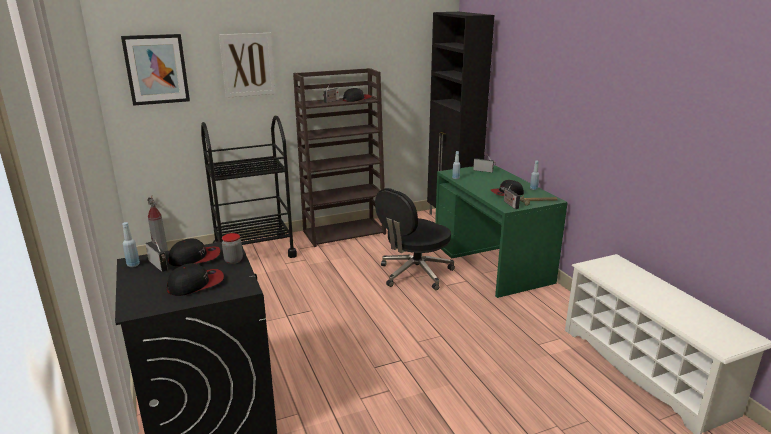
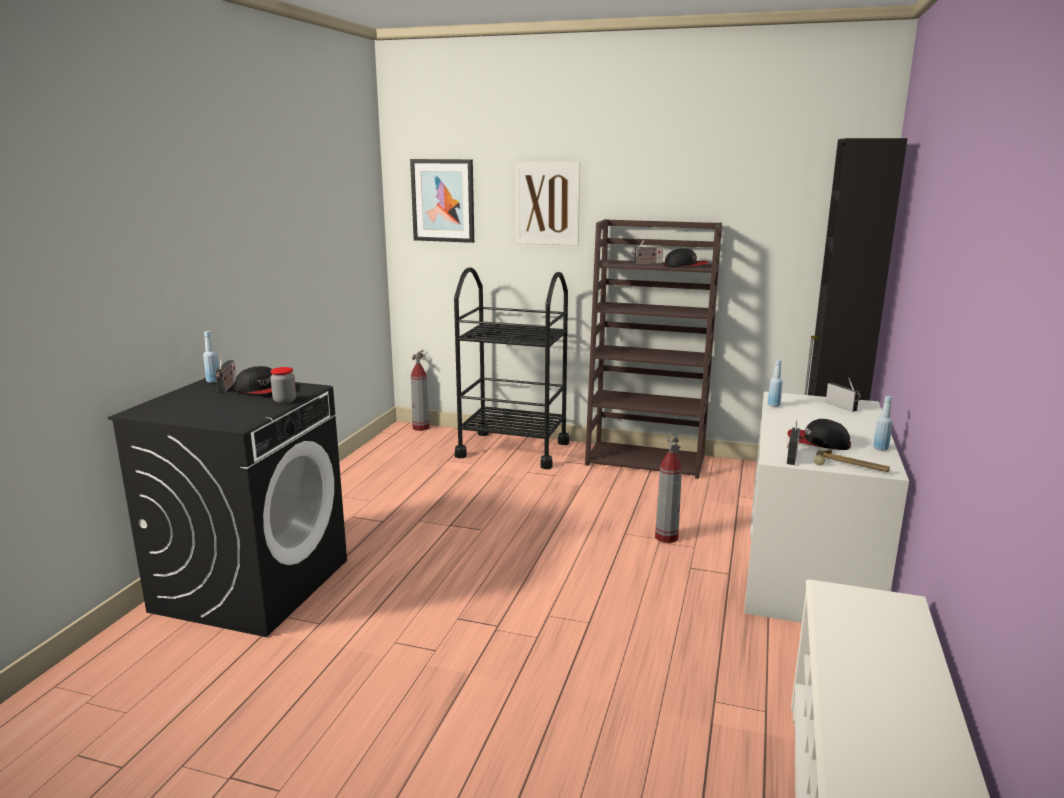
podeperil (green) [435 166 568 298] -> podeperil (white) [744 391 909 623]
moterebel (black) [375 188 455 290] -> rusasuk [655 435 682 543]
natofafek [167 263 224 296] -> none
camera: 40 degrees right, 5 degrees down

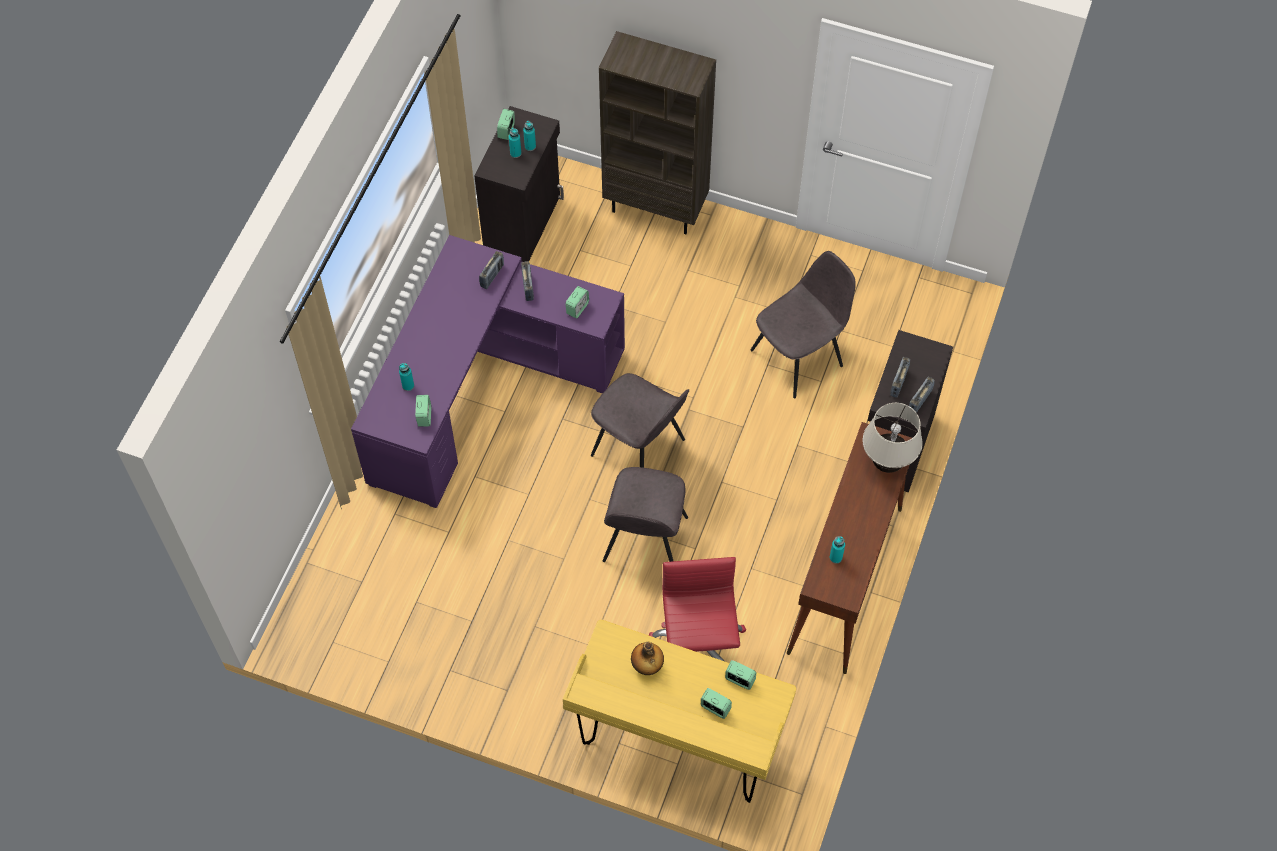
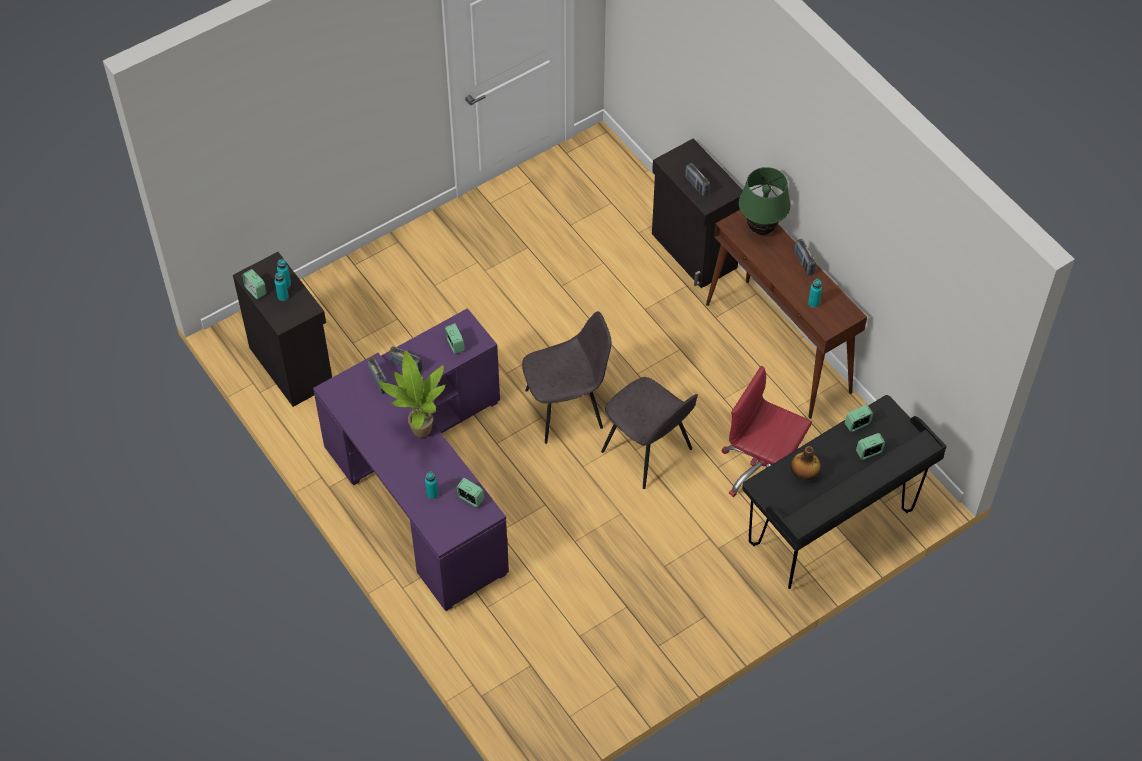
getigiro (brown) [599 31 716 234] -> none
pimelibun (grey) [751 251 856 398] -> none
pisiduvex [909 376 935 413] -> pisiduvex [794 239 816 276], shifted
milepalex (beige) [863 403 923 473] -> milepalex (green) [739 167 791 235]
podeperil (yellow) [563 620 796 803] -> podeperil (black) [742 395 946 589]
none -> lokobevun [379 351 445 438]
camera: 55 degrees left, 5 degrees down

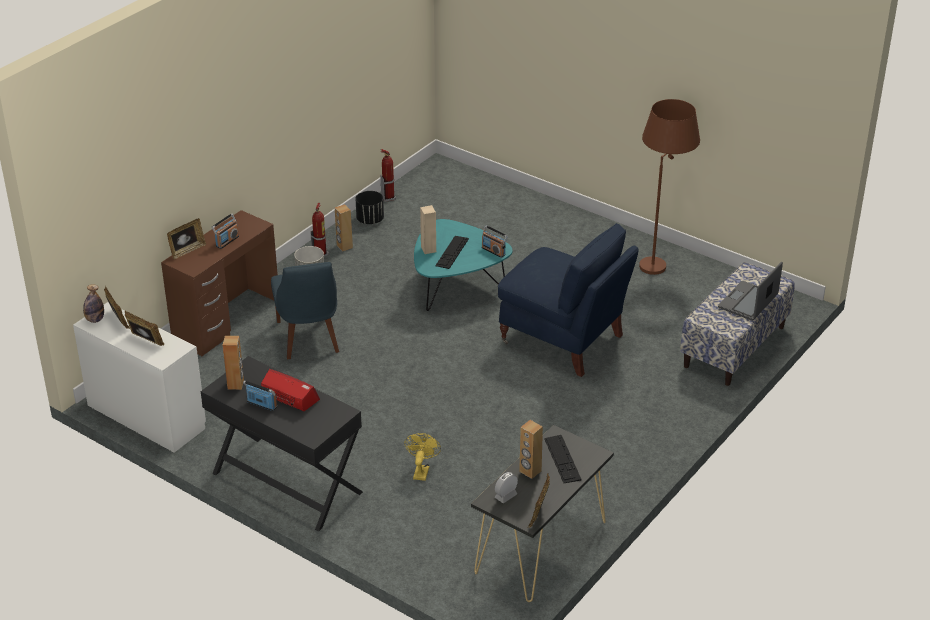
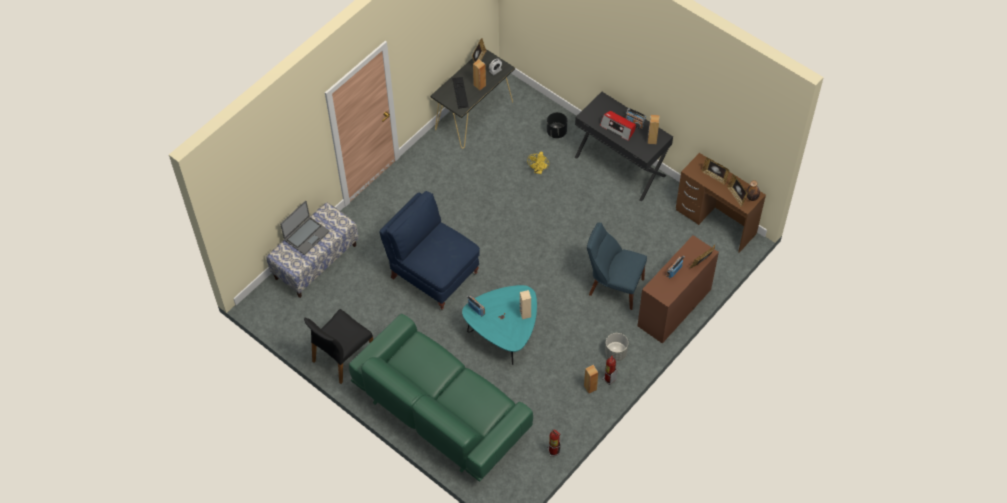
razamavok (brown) [639 99 700 275] -> pimelibun (black) [304 309 373 384]
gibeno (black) [356 191 384 224] -> gibeno (black) [547 112 567 138], shifted
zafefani [435 236 469 269] -> none
pimelibun (blue) [271 262 339 359] -> pimelibun (blue) [587 223 647 310], 60 degrees counterclockwise
podeperil (white) [73 302 206 453] -> podeperil (brown) [676 153 766 253]
none -> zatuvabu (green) [349 314 533 482]
camera: 175 degrees left, 20 degrees up

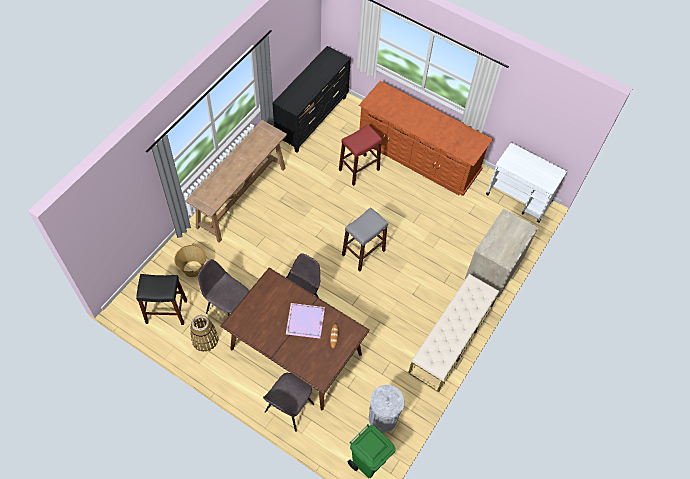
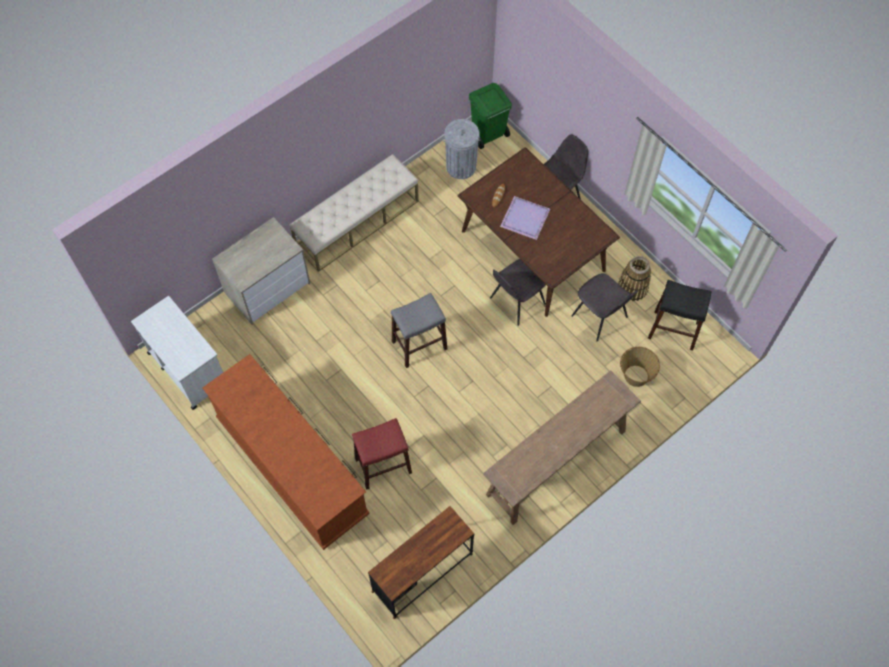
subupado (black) [272 46 351 153] -> podeperil (brown) [368 506 474 619]
camera: 160 degrees left, 5 degrees up

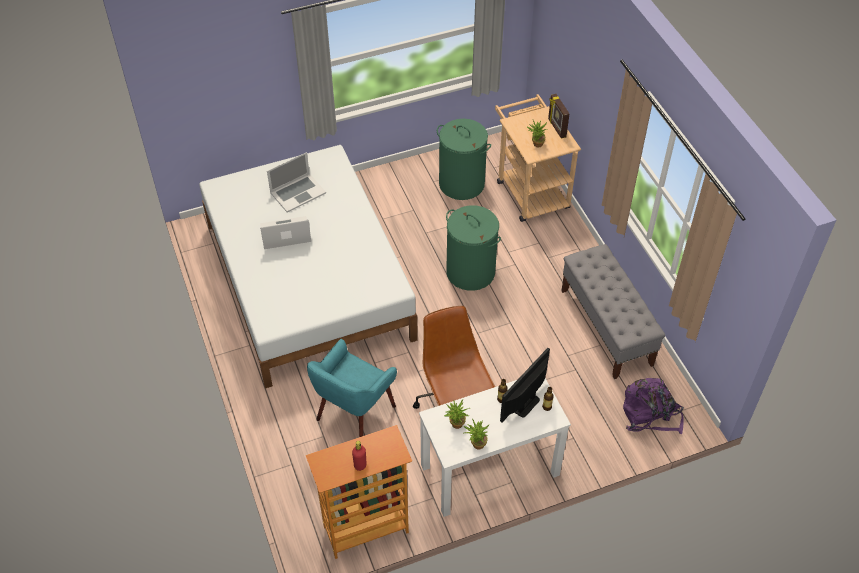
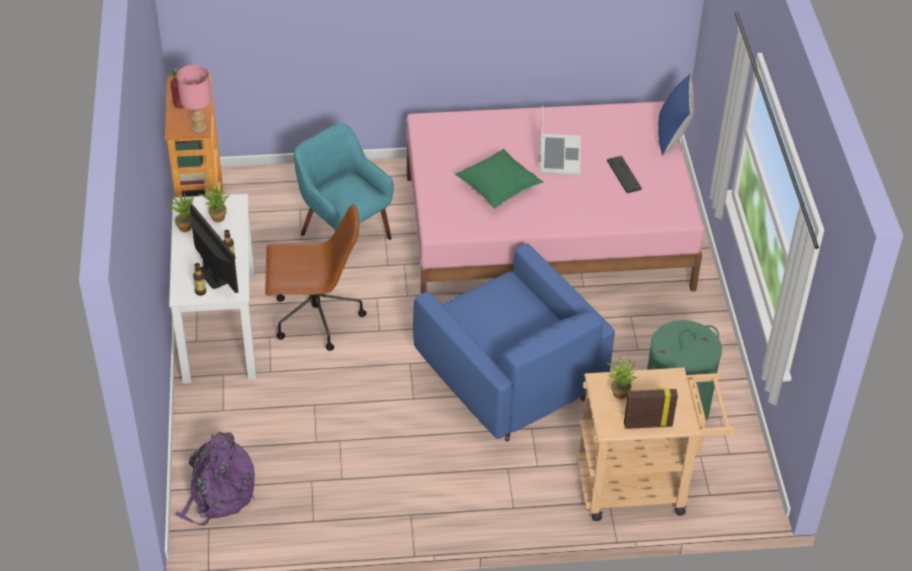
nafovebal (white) [199 145 418 389] -> nafovebal (pink) [407 101 704 294]
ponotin [267 152 326 212] -> zafefani [607 156 642 193]
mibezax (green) [446 205 501 291] -> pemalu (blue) [413 244 615 441]
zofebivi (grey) [561 244 665 379] -> none
none -> milepalex (pink) [176 65 212 133]
none -> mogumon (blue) [658 74 694 156]
none -> mogumon (green) [455 149 543 209]
camera: 105 degrees right, 5 degrees down

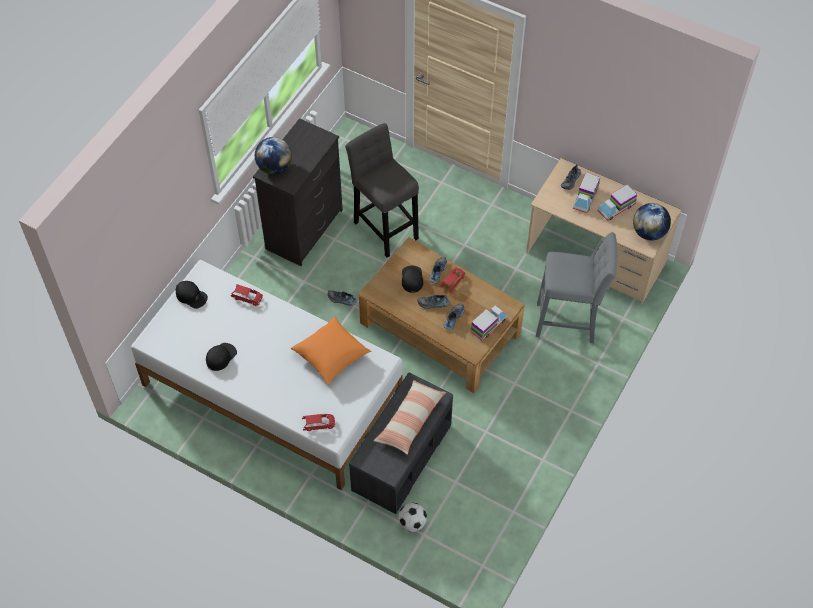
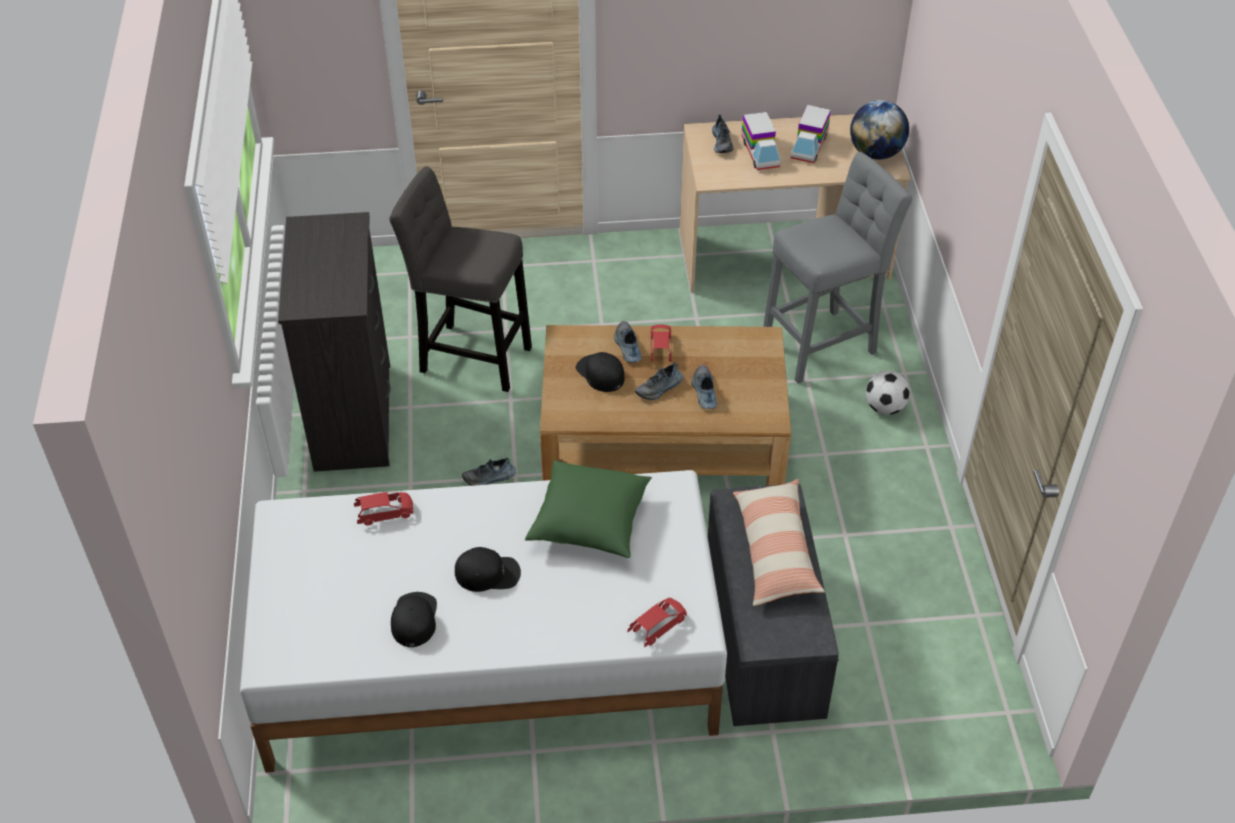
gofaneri [255 137 292 175] -> none
natofafek (black) [176 281 208 309] -> natofafek (black) [455 547 521 592], shifted
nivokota [470 306 507 341] -> none
mogumon (orange) [290 317 371 385] -> mogumon (green) [525 460 652 558]
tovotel [398 503 427 532] -> tovotel [866 371 910 415], shifted
camera: 35 degrees left, 10 degrees down

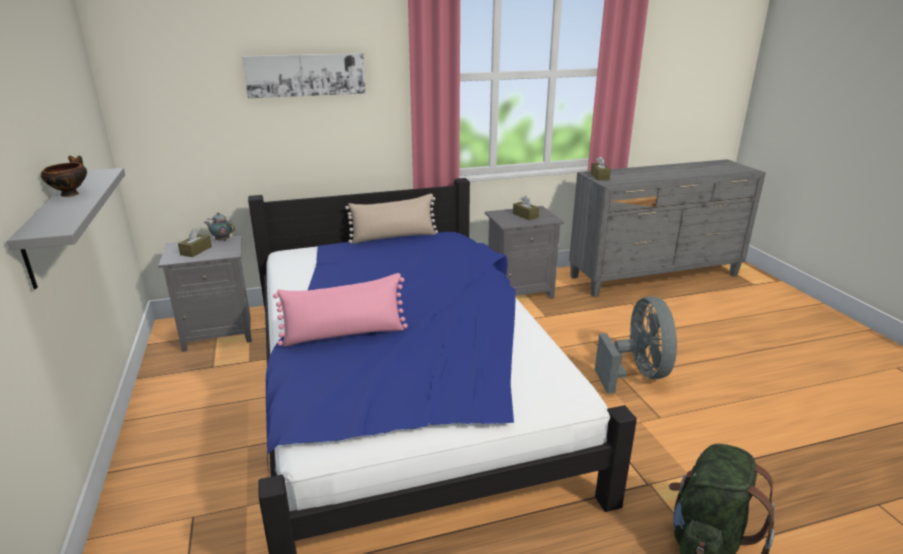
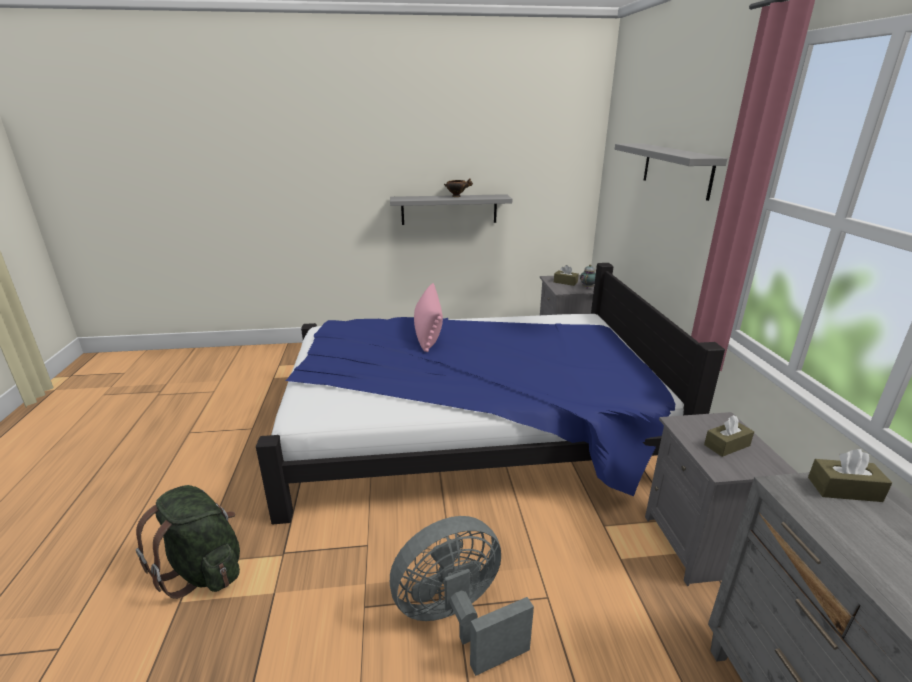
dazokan [242 53 366 98] -> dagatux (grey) [615 144 728 201]
mogumon (beige) [345 194 438 244] -> none
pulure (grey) [595 296 677 394] -> pulure (grey) [390 516 534 676], 150 degrees clockwise
camera: 100 degrees right, 0 degrees up

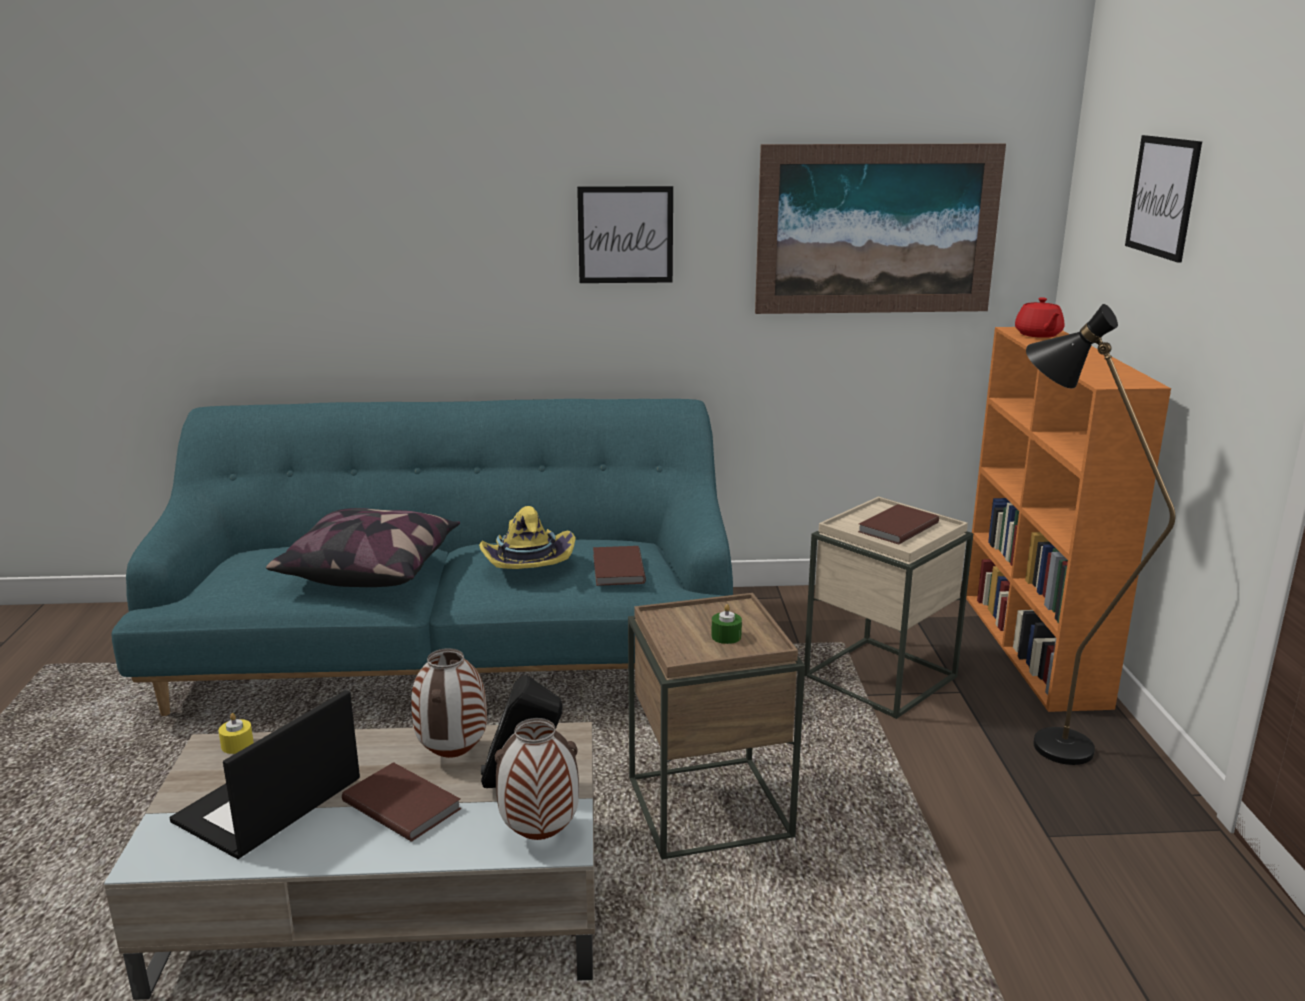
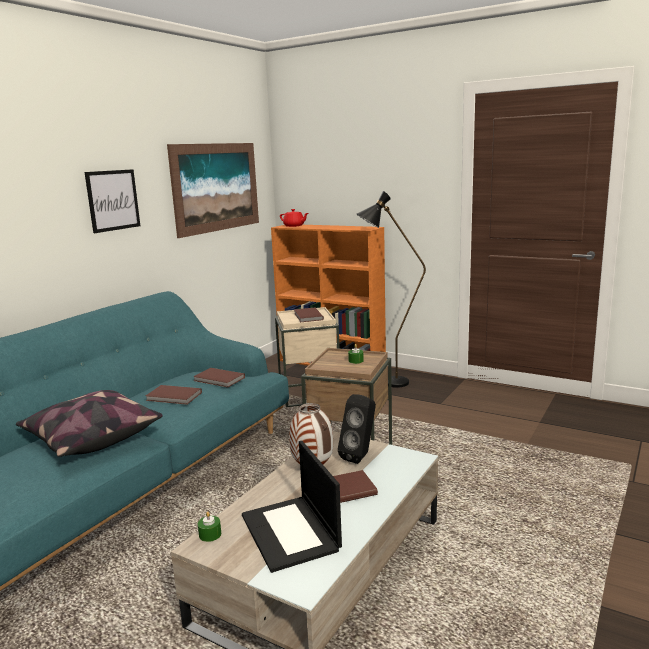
dazokan [1125 135 1202 263] -> none
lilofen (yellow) [479 506 576 569] -> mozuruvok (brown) [146 385 202 405]
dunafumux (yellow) [218 713 254 754] -> dunafumux (green) [198 512 221 542]
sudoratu [495 718 579 840] -> none
camera: 55 degrees left, 5 degrees down

